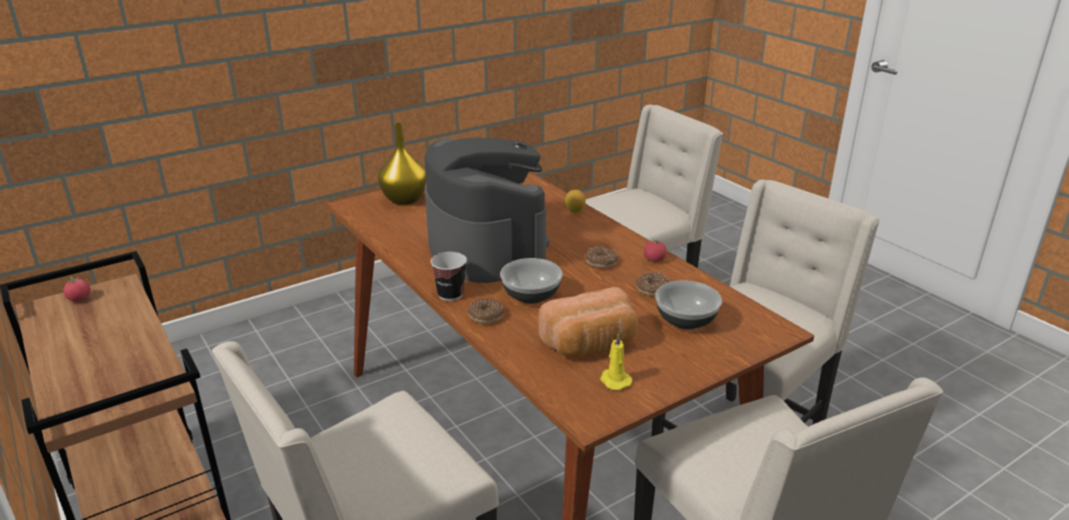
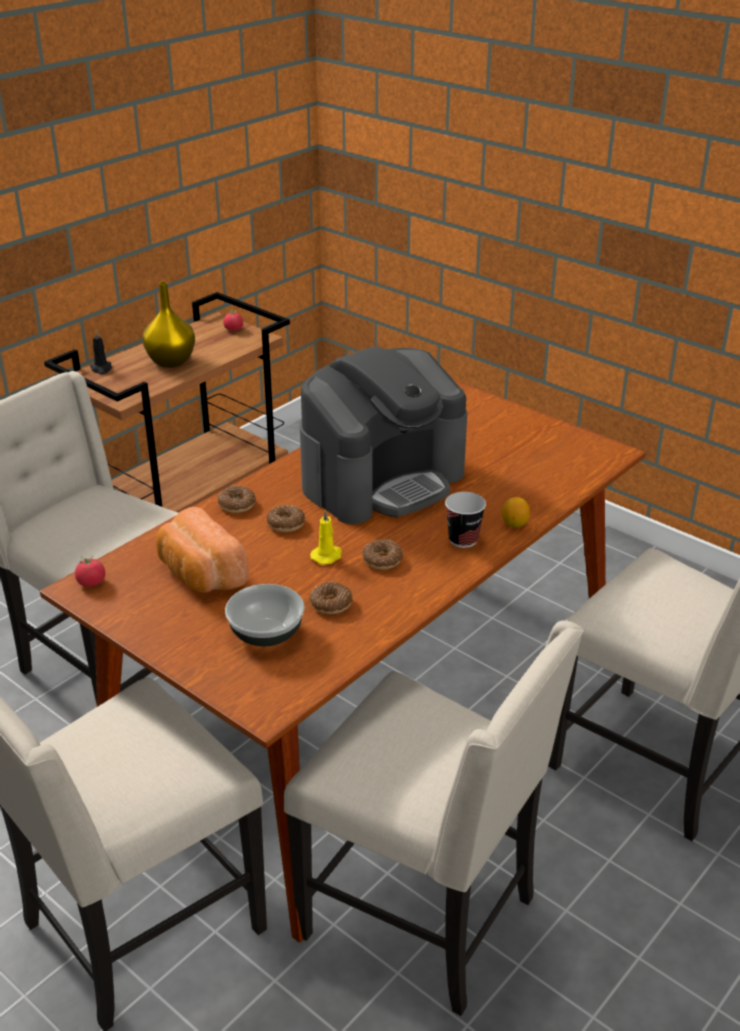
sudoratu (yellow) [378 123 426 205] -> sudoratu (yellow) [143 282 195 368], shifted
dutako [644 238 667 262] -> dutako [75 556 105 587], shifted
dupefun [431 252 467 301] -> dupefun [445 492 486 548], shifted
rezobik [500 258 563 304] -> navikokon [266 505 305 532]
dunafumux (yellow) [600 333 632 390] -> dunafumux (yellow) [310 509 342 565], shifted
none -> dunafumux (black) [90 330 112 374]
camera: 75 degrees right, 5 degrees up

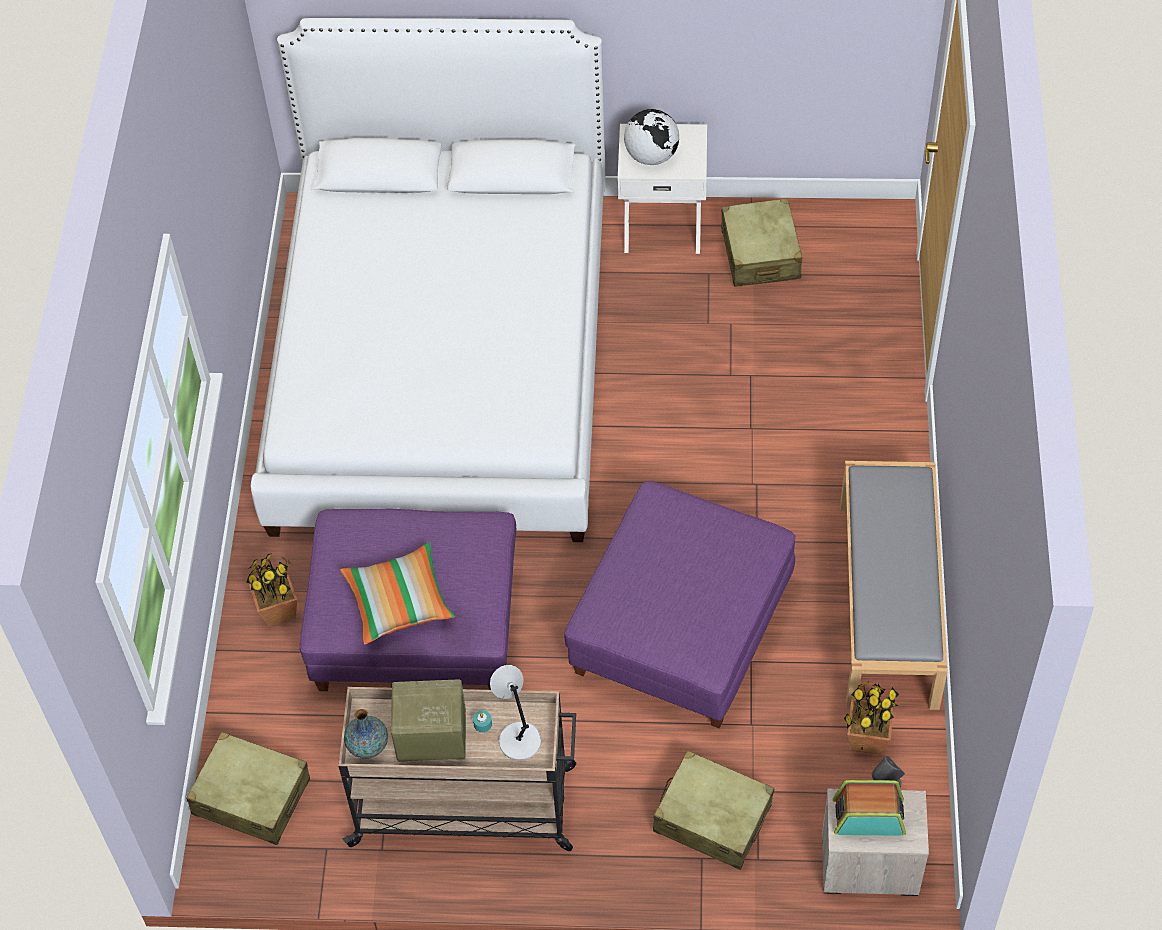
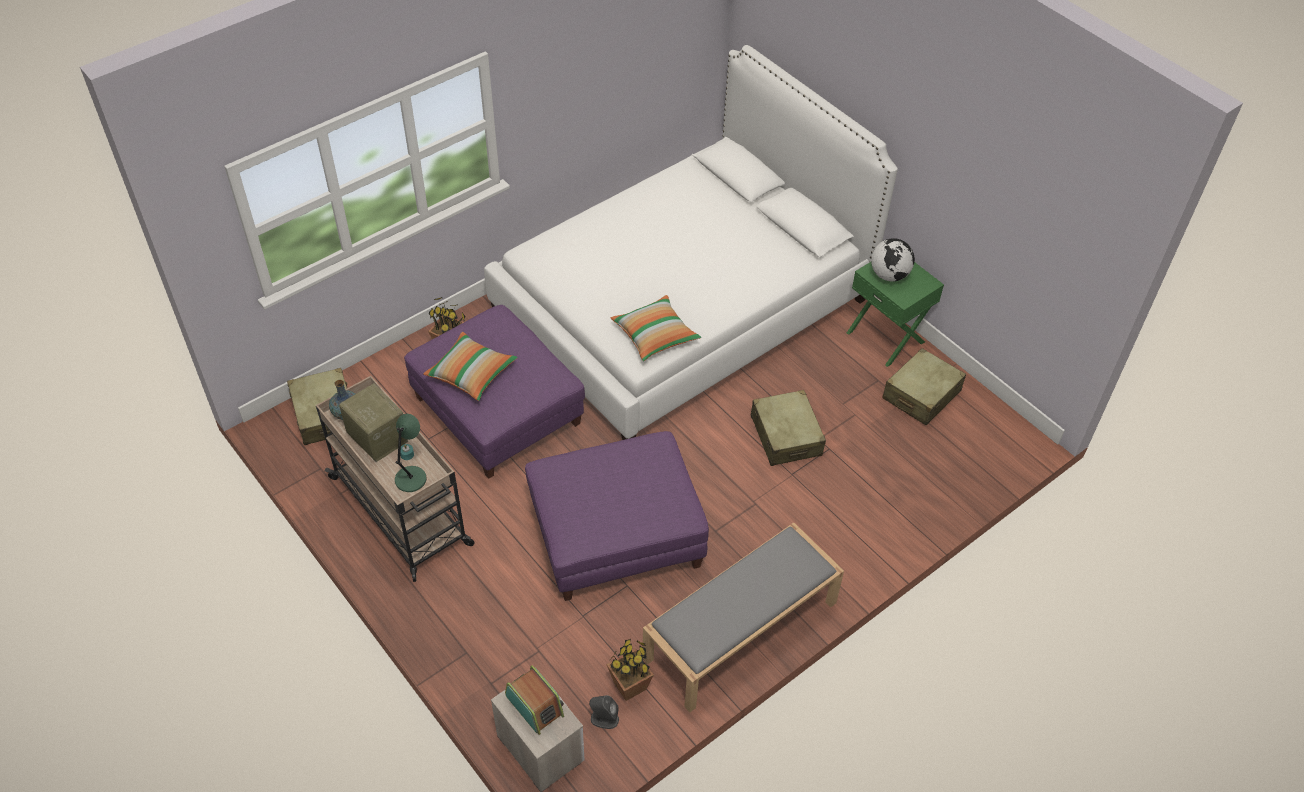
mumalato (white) [618 124 707 254] -> mumalato (green) [847 262 944 367]
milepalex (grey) [490 665 541 760] -> milepalex (green) [395 414 427 492]
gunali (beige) [653 750 774 870] -> gunali (beige) [751 390 826 466], shifted
none -> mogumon [611 295 701 361]
camera: 45 degrees right, 5 degrees down

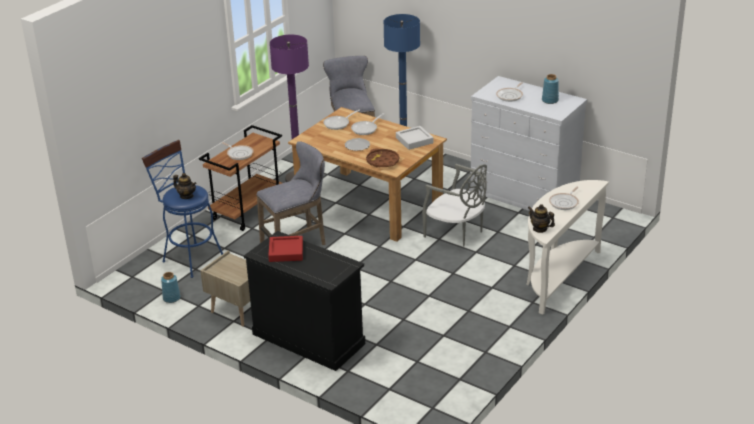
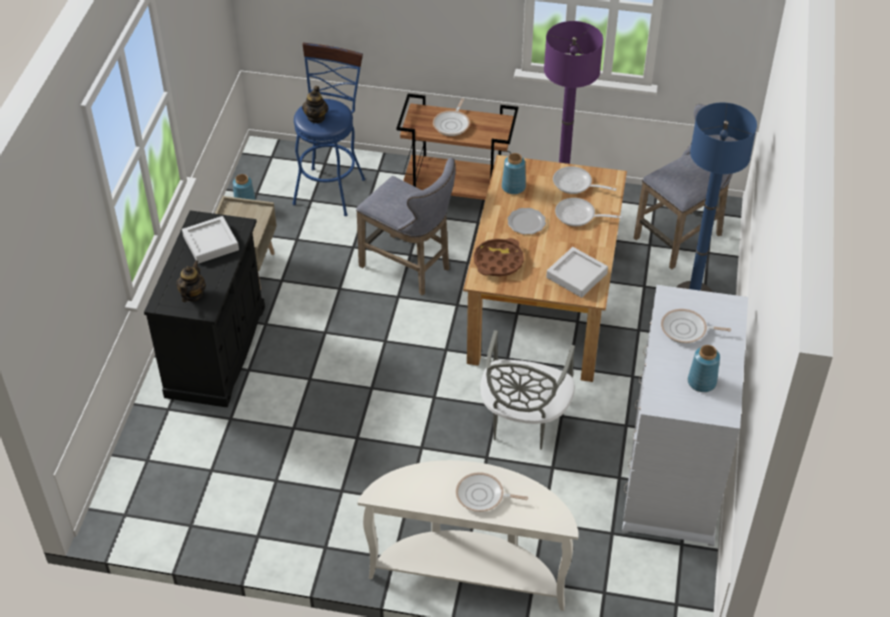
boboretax [528 204 555 233] -> boboretax [176 260 206 302], shifted
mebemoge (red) [268 236 303 262] -> mebemoge (grey) [182 216 239 264]
none -> sudoratu (blue) [502 153 526 194]
camera: 65 degrees right, 15 degrees up

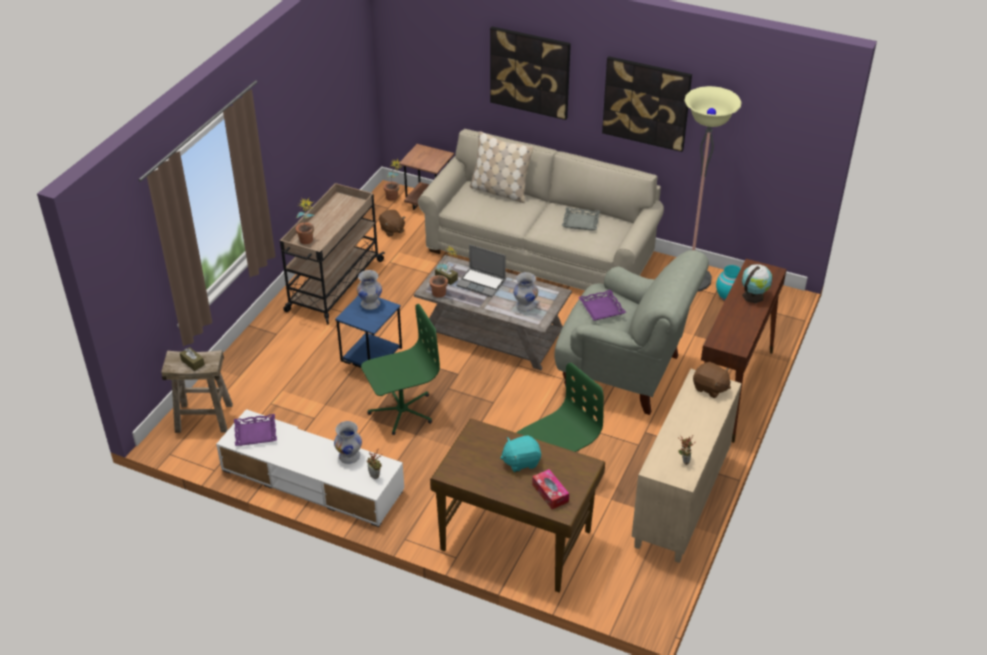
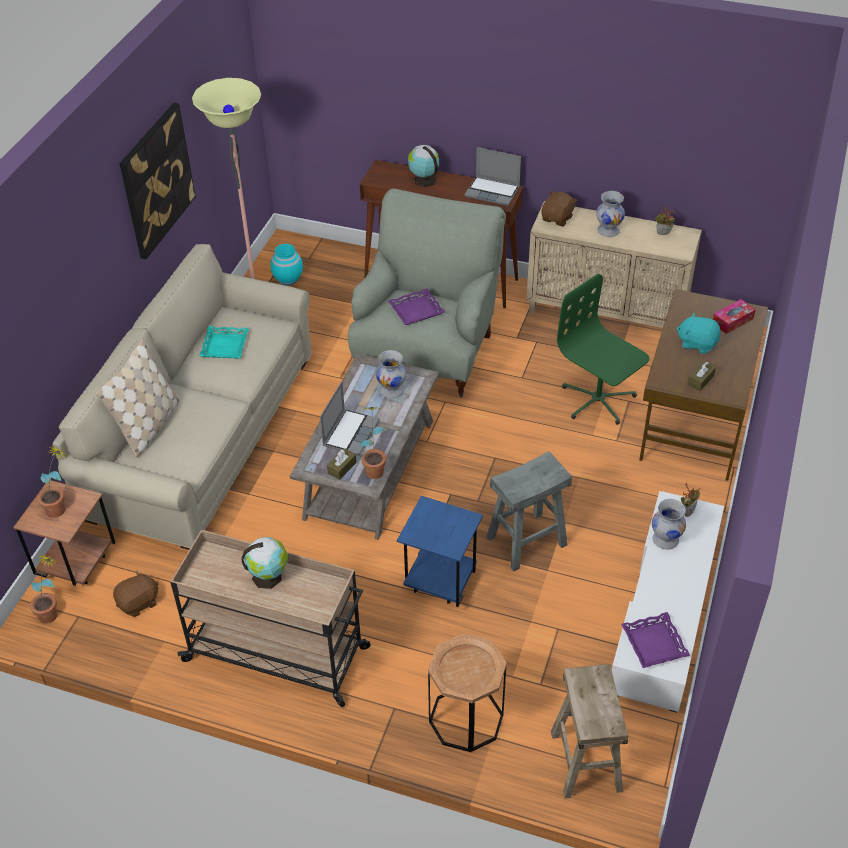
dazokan [490 26 571 120] -> none
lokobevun [296 197 315 244] -> lokobevun [37 446 68 518], shifted
mebemoge (grey) [562 207 600 231] -> mebemoge (turquoise) [199 326 249 359]
sudoratu (white) [357 270 382 310] -> sudoratu (white) [596 191 625 237], shifted
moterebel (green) [361 304 440 435] -> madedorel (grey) [486 451 572 571]
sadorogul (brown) [180 347 205 371] -> sadorogul (brown) [687 362 716 391], shifted
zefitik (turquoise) [500 436 541 472] -> zefitik (turquoise) [676 313 720 354], 135 degrees clockwise
none -> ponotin [465 147 521 206]
none -> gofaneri [242 537 288 589]
none -> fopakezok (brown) [428 633 507 752]
camera: 95 degrees left, 5 degrees up

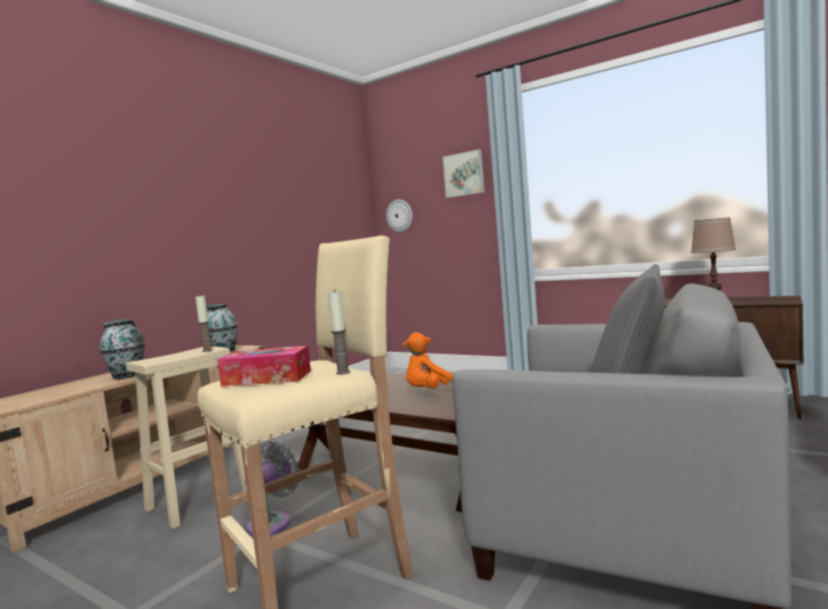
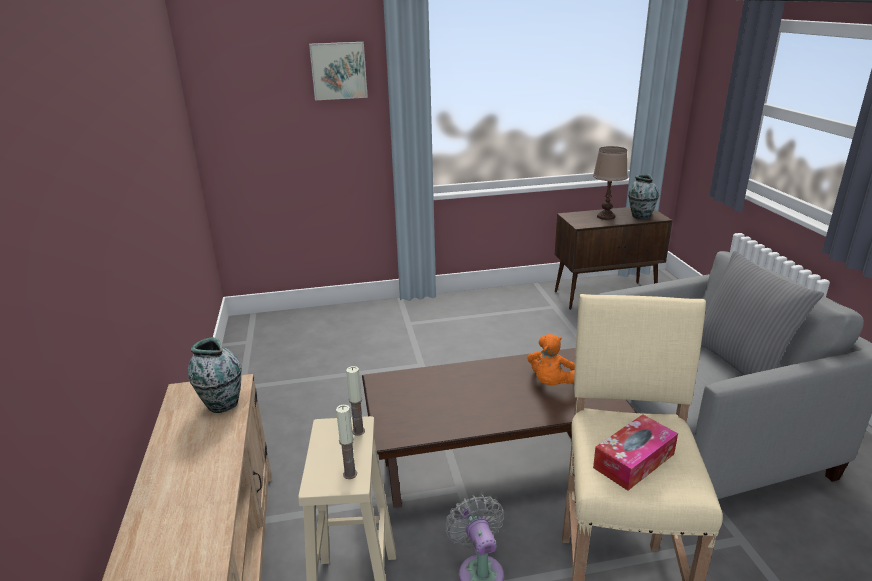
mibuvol [386 199 413 232] -> none
dunafumux [328 289 350 375] -> dunafumux [336 405 357 479], shifted
sudoratu [100 319 145 379] -> sudoratu [628 174 659 219], shifted
camera: 45 degrees left, 20 degrees up

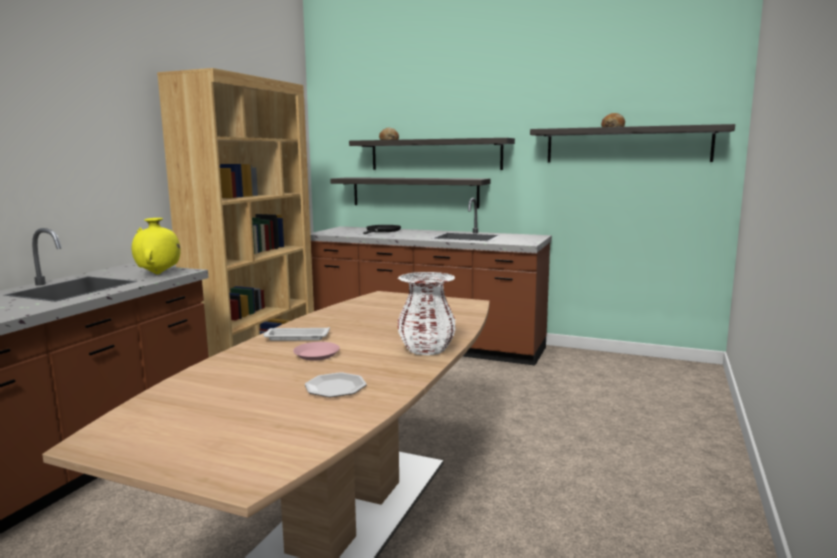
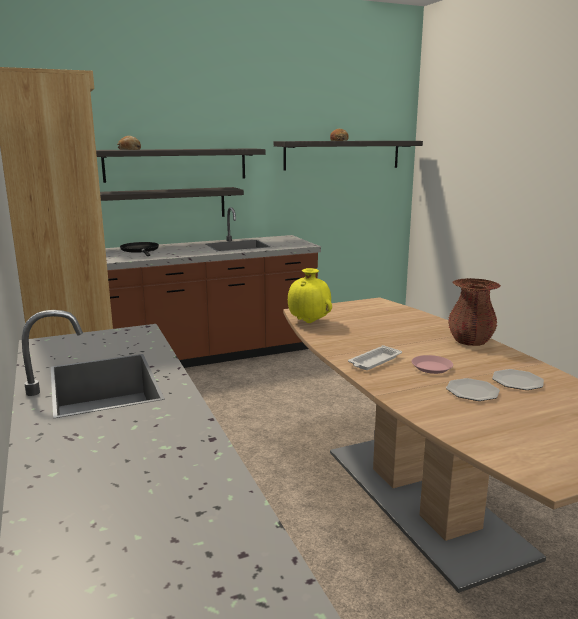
sudoratu (yellow) [132 218 181 274] -> sudoratu (yellow) [288 268 332 323], shifted
sudoratu (white) [397 272 456 355] -> sudoratu (brown) [448 278 500 346]
none -> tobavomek [446 378 500 401]
camera: 45 degrees left, 5 degrees up

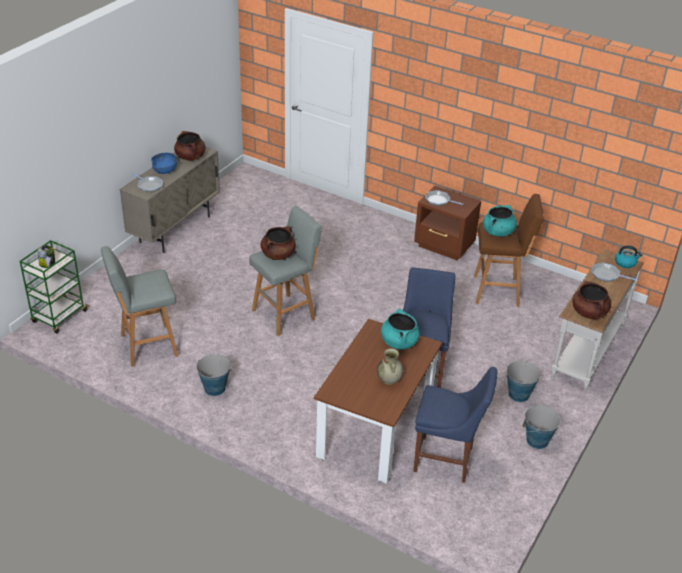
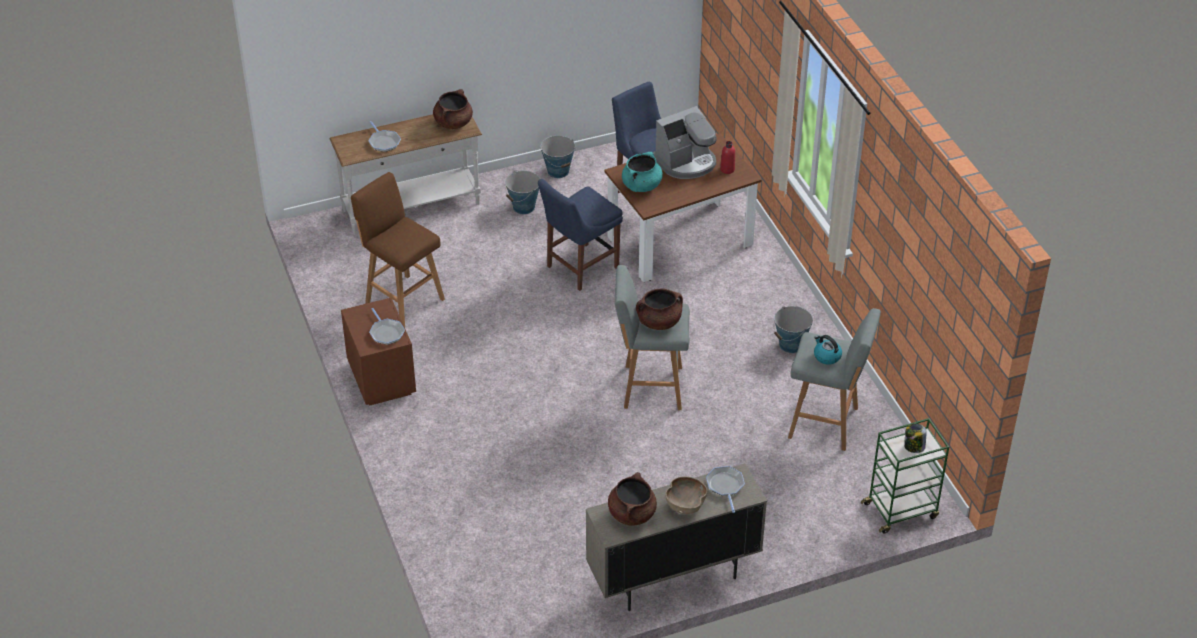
rezobik (blue) [151 153 177 174] -> rezobik (brown) [665 476 708 514]
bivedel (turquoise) [483 205 517 237] -> none
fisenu [615 245 643 268] -> fisenu [814 335 842 365], shifted
sudoratu (beige) [377 348 403 385] -> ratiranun [653 106 717 179]
none -> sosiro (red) [720 141 735 174]
camera: 140 degrees left, 5 degrees up

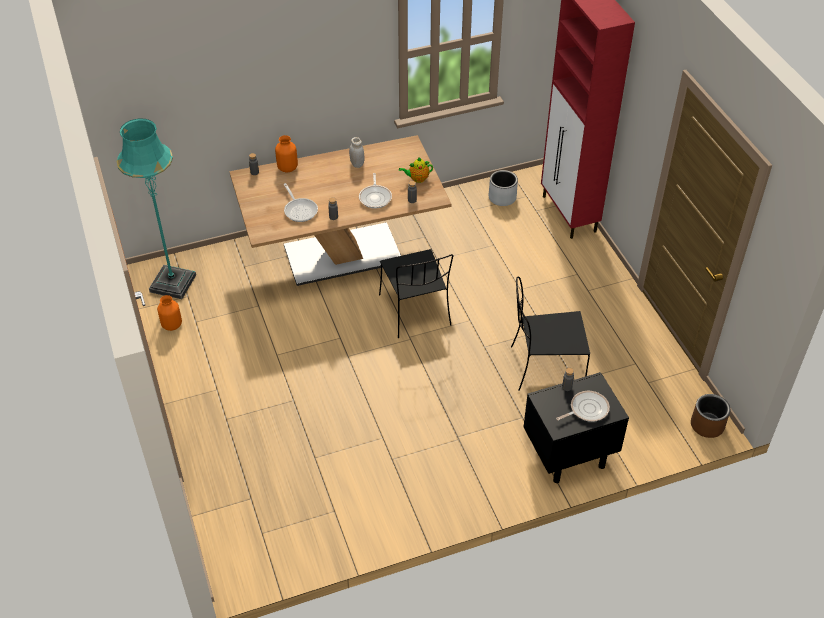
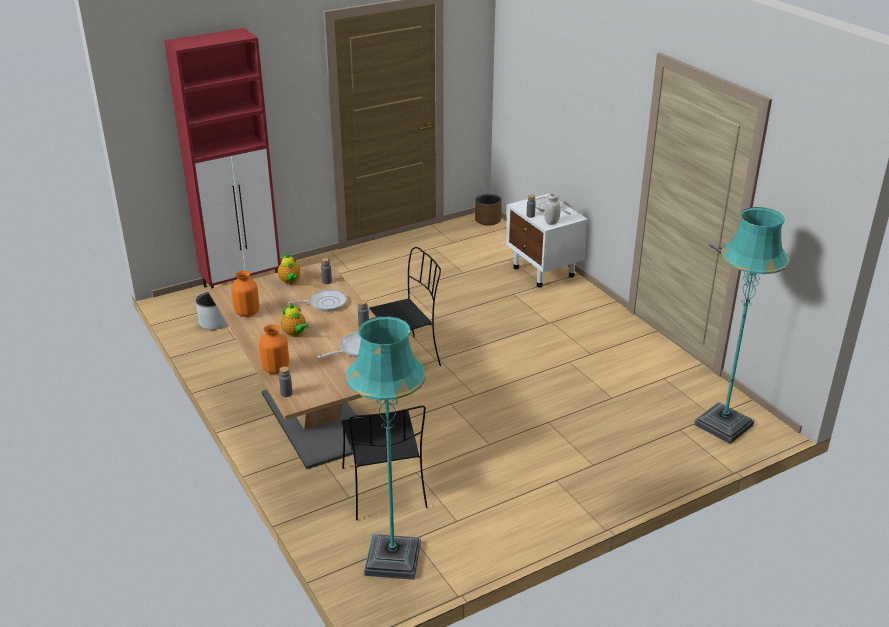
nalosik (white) [349 137 364 168] -> nalosik (white) [544 193 561 225], shifted
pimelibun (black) [511 277 590 391] -> pimelibun (black) [341 406 428 520], shifted
sudoratu (orange) [157 295 182 331] -> sudoratu (orange) [231 271 260 317], shifted
mumalato (black) [524 372 629 483] -> mumalato (white) [506 194 588 288]
none -> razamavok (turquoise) [694 207 790 444]
none -> boboretax [281 304 308 337]
camera: 100 degrees left, 15 degrees down

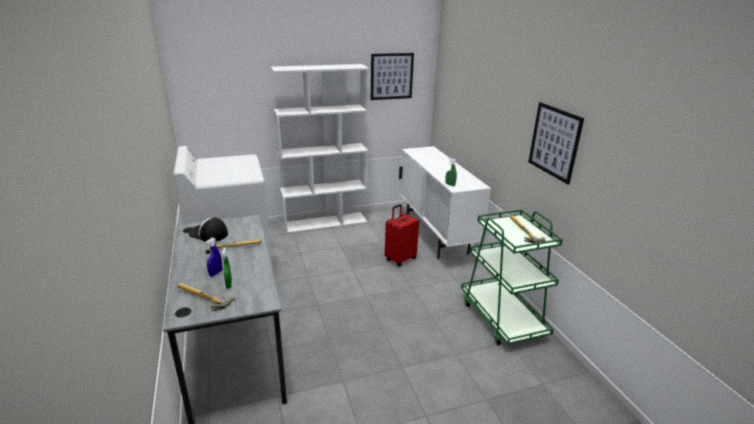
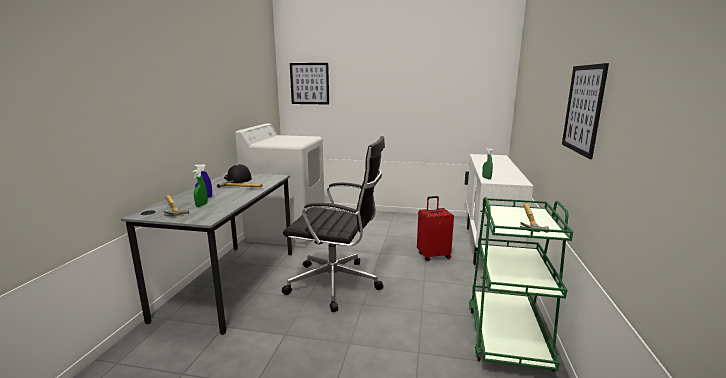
dazokan [371 53 414 100] -> dazokan [290 63 329 104], shifted
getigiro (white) [271 64 369 234] -> none
none -> moterebel (black) [282 136 385 312]
camera: 30 degrees right, 10 degrees down

